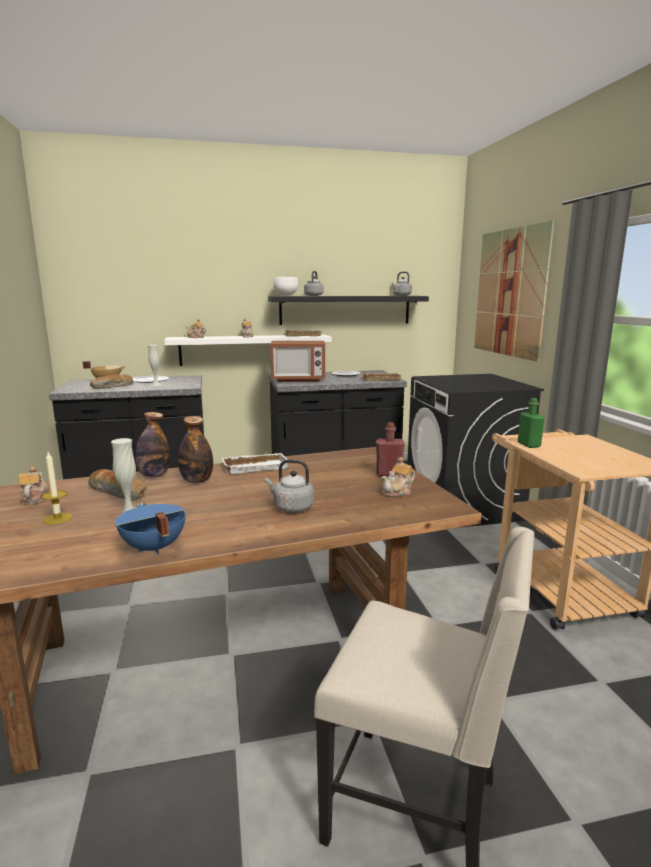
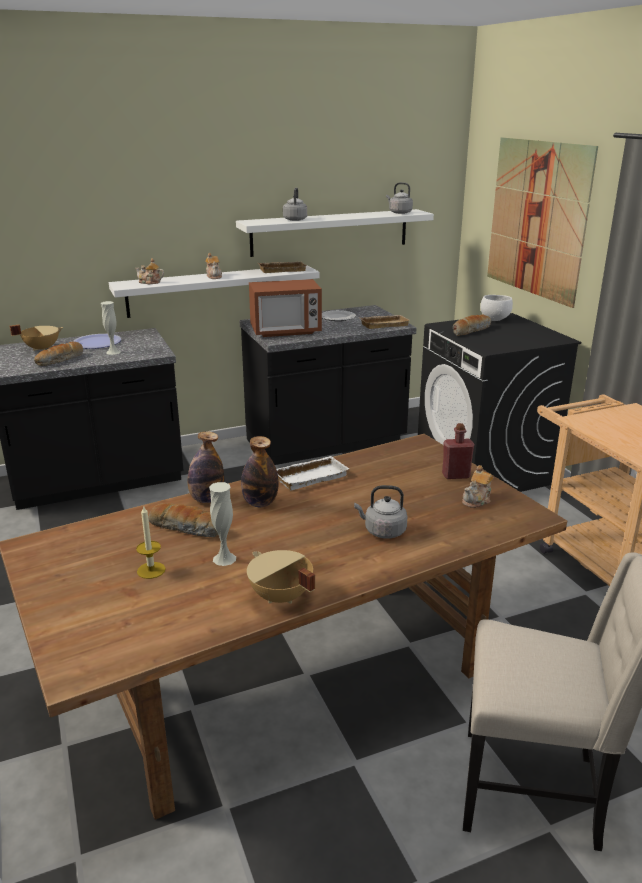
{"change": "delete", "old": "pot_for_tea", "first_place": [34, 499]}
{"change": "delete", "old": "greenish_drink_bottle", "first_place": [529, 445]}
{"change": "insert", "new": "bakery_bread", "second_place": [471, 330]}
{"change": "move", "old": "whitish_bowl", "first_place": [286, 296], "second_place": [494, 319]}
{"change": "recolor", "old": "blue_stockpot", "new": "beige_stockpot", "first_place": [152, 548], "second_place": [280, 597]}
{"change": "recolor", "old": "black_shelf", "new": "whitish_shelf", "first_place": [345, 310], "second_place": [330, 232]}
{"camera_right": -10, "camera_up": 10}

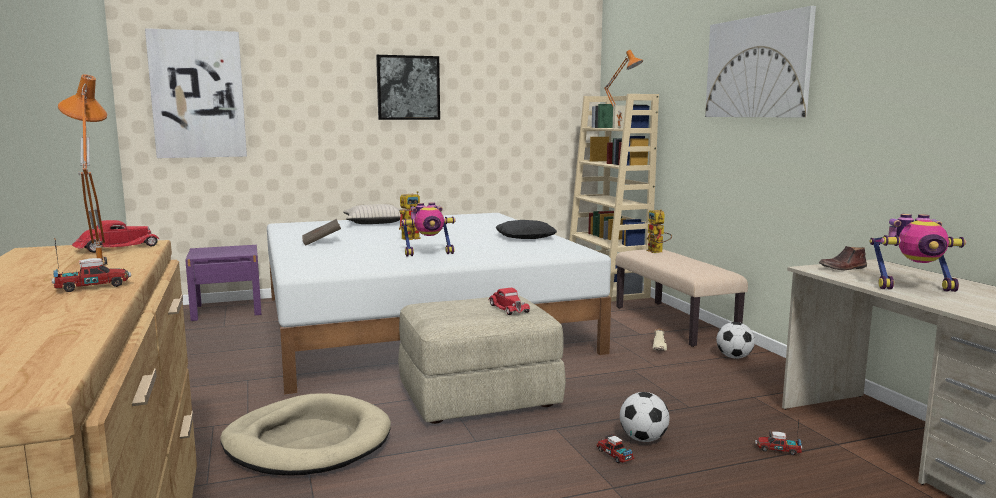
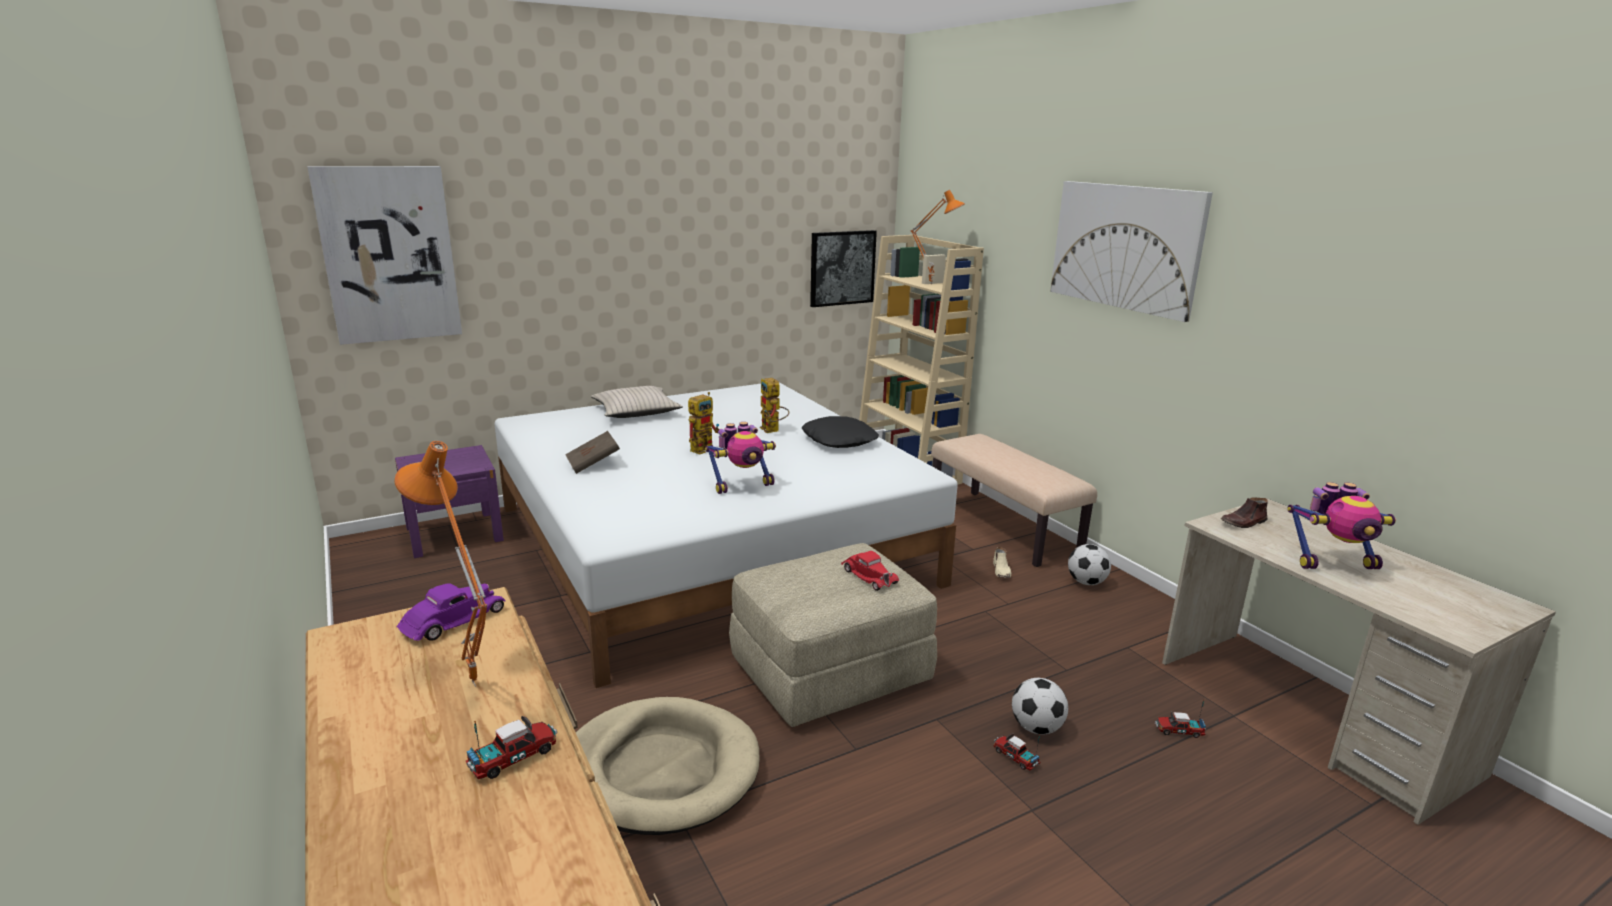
{"change": "move", "old": "wall_picture", "first_place": [408, 88], "second_place": [842, 268]}
{"change": "move", "old": "toy_robot", "first_place": [657, 252], "second_place": [773, 430]}
{"change": "recolor", "old": "red_toy_car", "new": "purple_toy_car", "first_place": [116, 247], "second_place": [452, 620]}
{"camera_right": -10, "camera_up": 10}

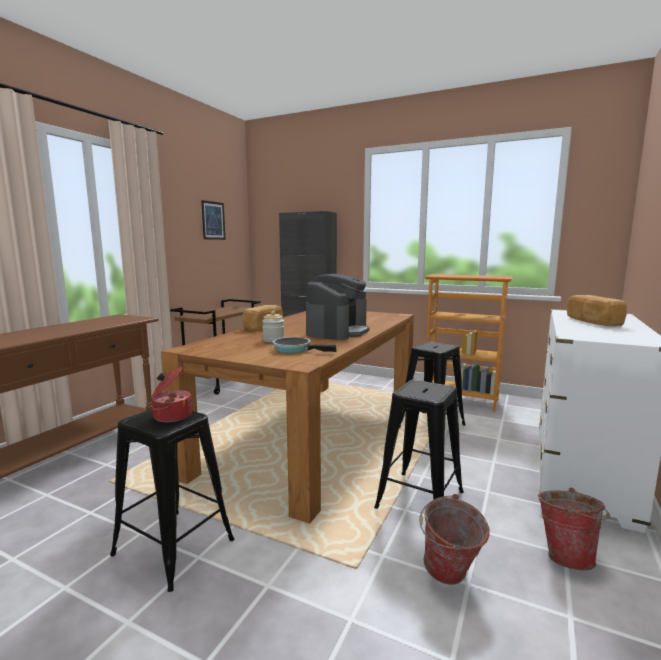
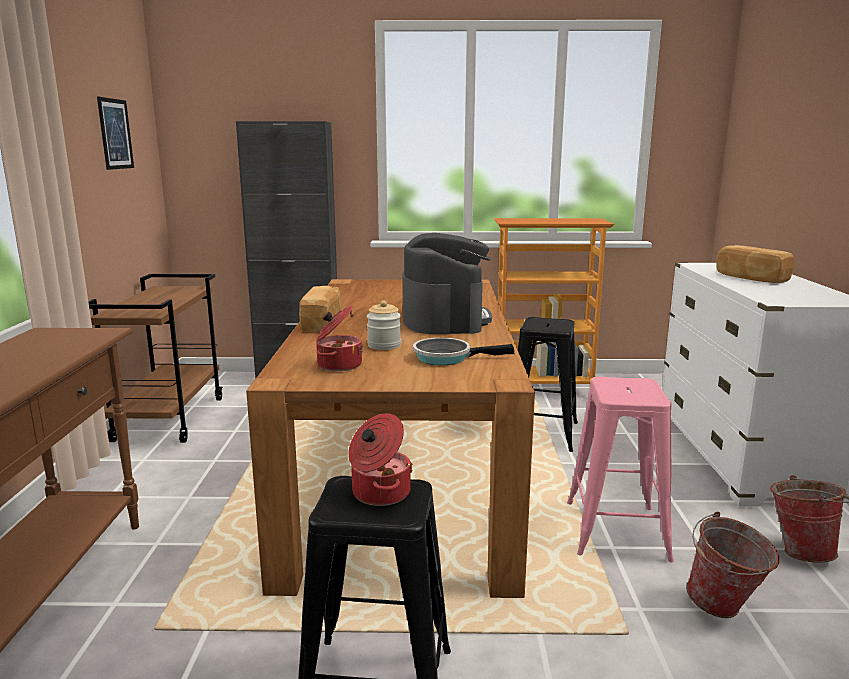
{"change": "insert", "new": "stockpot", "second_place": [338, 365]}
{"change": "recolor", "old": "black_stool", "new": "pink-coloured_stool", "first_place": [420, 500], "second_place": [616, 530]}
{"camera_right": -25, "camera_up": 5}

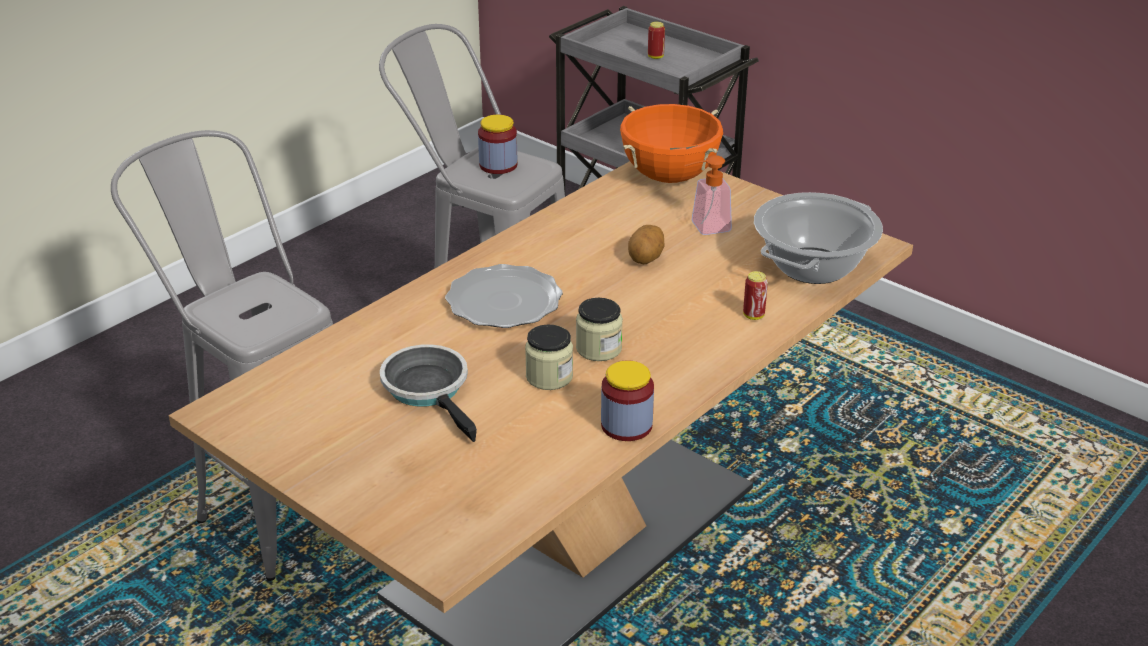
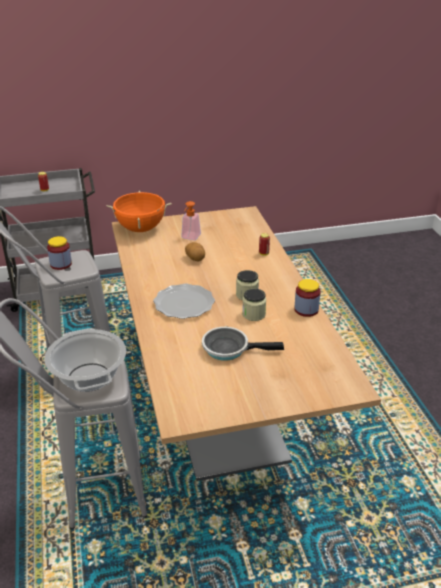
{"change": "move", "old": "stockpot", "first_place": [813, 266], "second_place": [88, 377]}
{"camera_right": -55, "camera_up": 0}

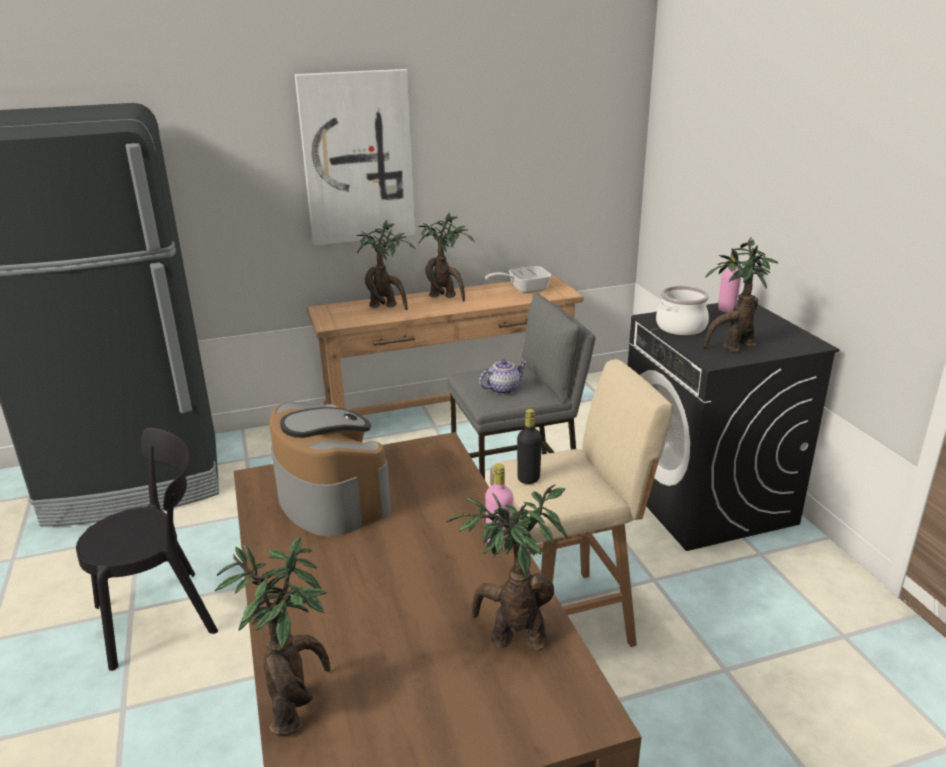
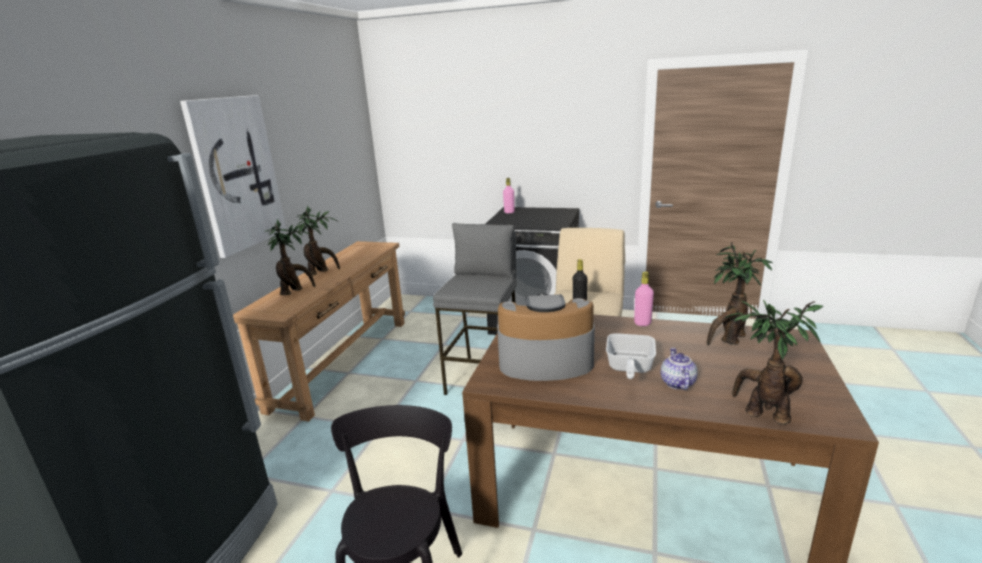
{"change": "delete", "old": "stockpot", "first_place": [680, 327]}
{"change": "delete", "old": "houseplant", "first_place": [733, 347]}
{"change": "move", "old": "pot_for_tea", "first_place": [503, 389], "second_place": [676, 383]}
{"change": "move", "old": "frying_pan", "first_place": [524, 289], "second_place": [628, 368]}
{"camera_right": -55, "camera_up": -5}

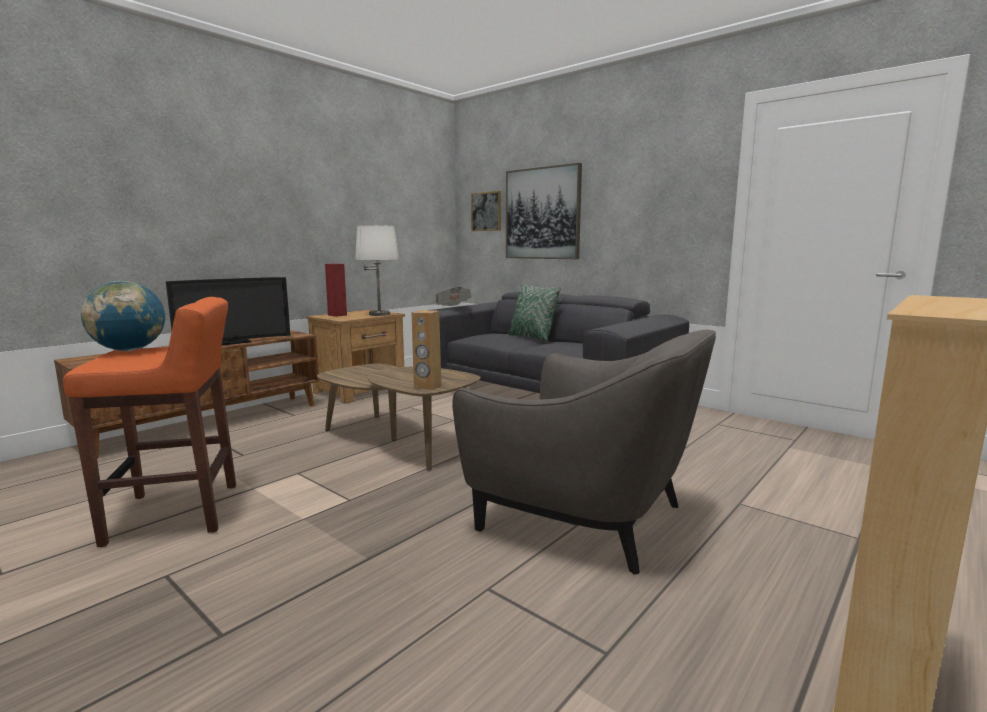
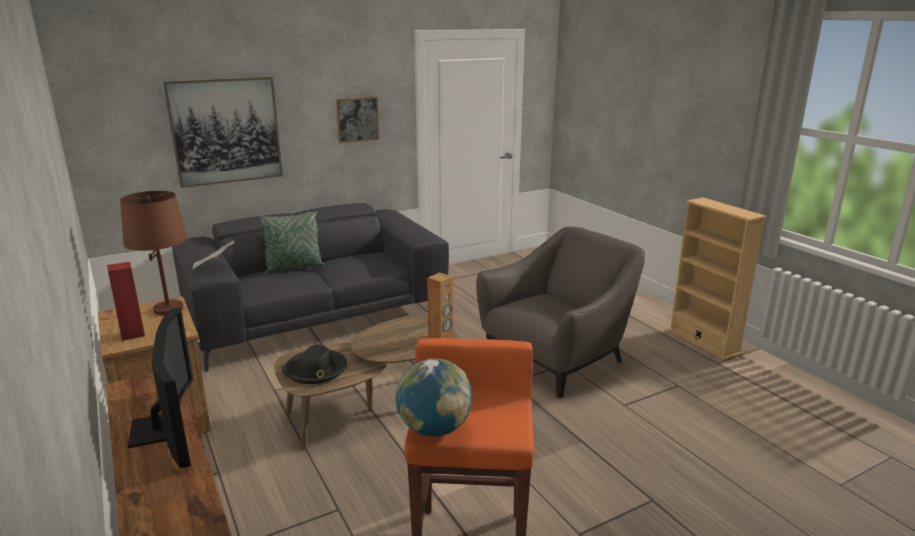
{"change": "insert", "new": "black_clothing_hat", "second_place": [316, 370]}
{"change": "move", "old": "wall_picture", "first_place": [486, 211], "second_place": [357, 119]}
{"change": "recolor", "old": "whitish_tabletop_lamp", "new": "brown-coloured_tabletop_lamp", "first_place": [379, 314], "second_place": [168, 309]}
{"camera_right": -70, "camera_up": 10}

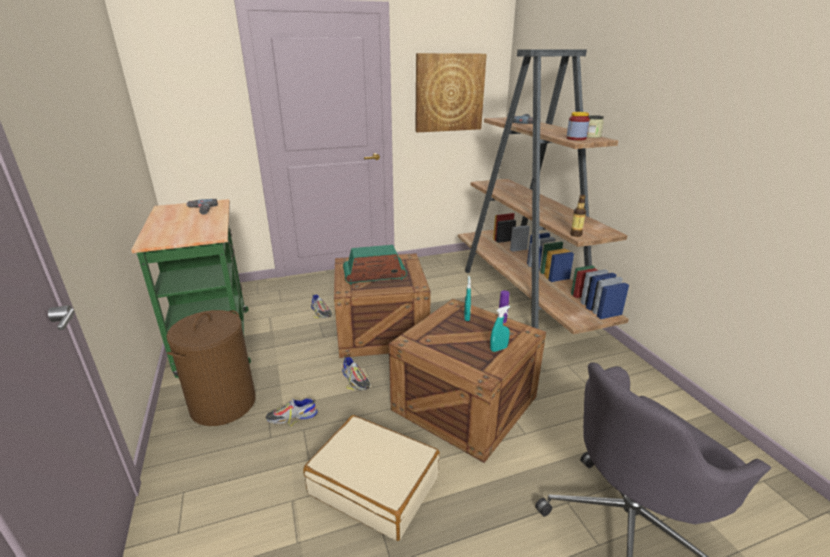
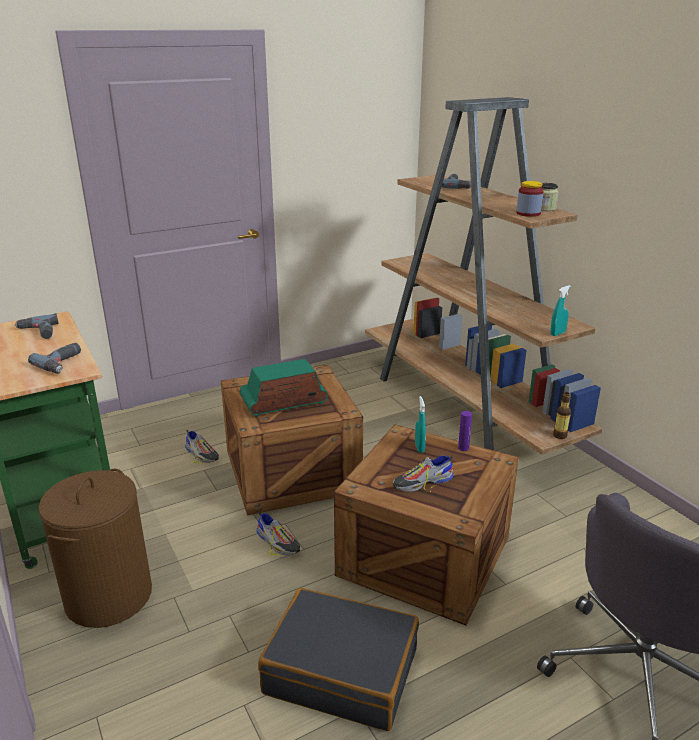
{"change": "delete", "old": "wall_picture", "first_place": [449, 93]}
{"change": "insert", "new": "drill", "second_place": [63, 363]}
{"change": "move", "old": "shoe", "first_place": [292, 417], "second_place": [422, 482]}
{"change": "move", "old": "turquoise_hand_sprayer", "first_place": [498, 349], "second_place": [557, 333]}
{"change": "move", "old": "drink_bottle", "first_place": [575, 234], "second_place": [559, 435]}
{"change": "recolor", "old": "beige_piece_of_luggage", "new": "black_piece_of_luggage", "first_place": [374, 485], "second_place": [341, 670]}
{"camera_right": -10, "camera_up": 0}

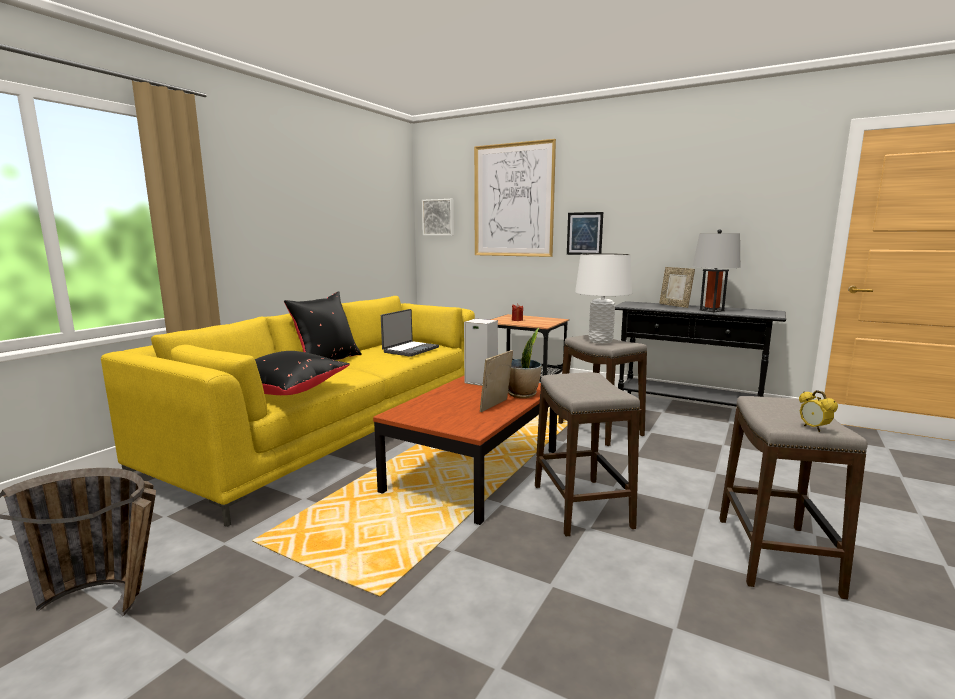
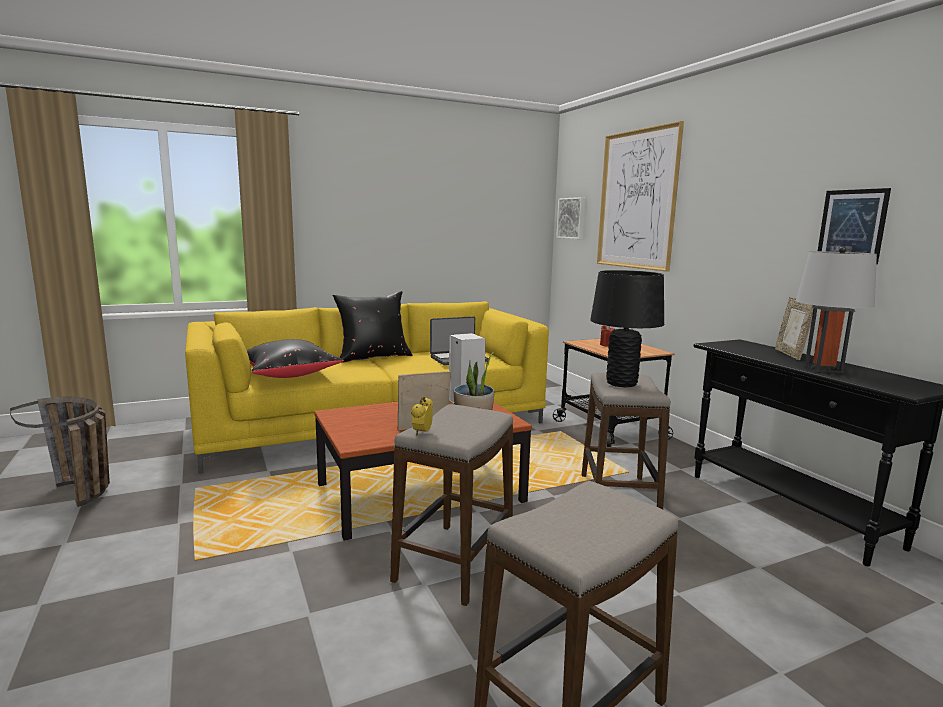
{"change": "move", "old": "wall_picture", "first_place": [584, 233], "second_place": [851, 226]}
{"change": "move", "old": "bedside_clock", "first_place": [814, 428], "second_place": [422, 433]}
{"change": "recolor", "old": "whitish_tabletop_lamp", "new": "black_tabletop_lamp", "first_place": [601, 341], "second_place": [621, 383]}
{"camera_right": 35, "camera_up": 0}

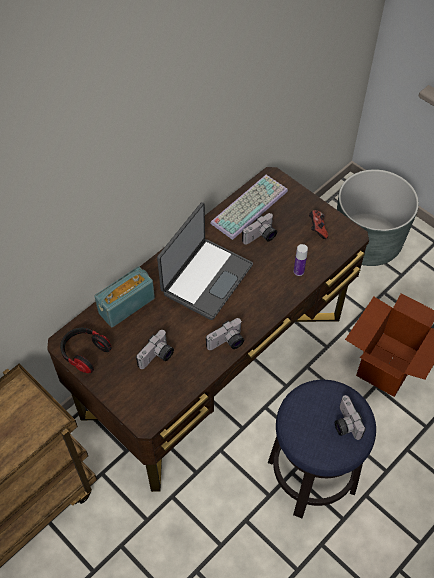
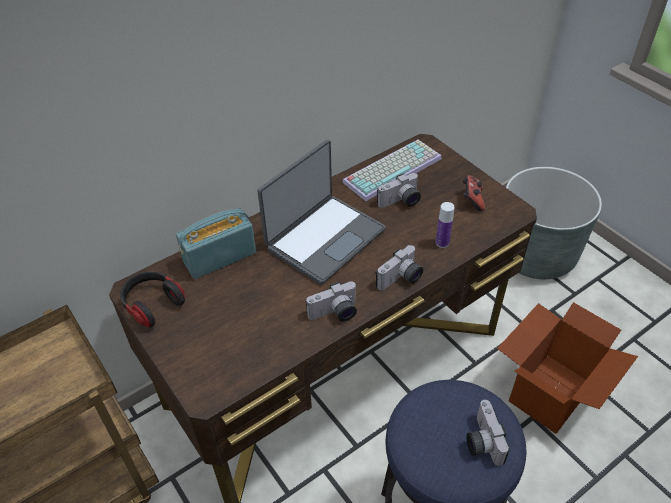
{"change": "move", "old": "photo_camera", "first_place": [157, 357], "second_place": [401, 279]}
{"camera_right": 10, "camera_up": -10}

